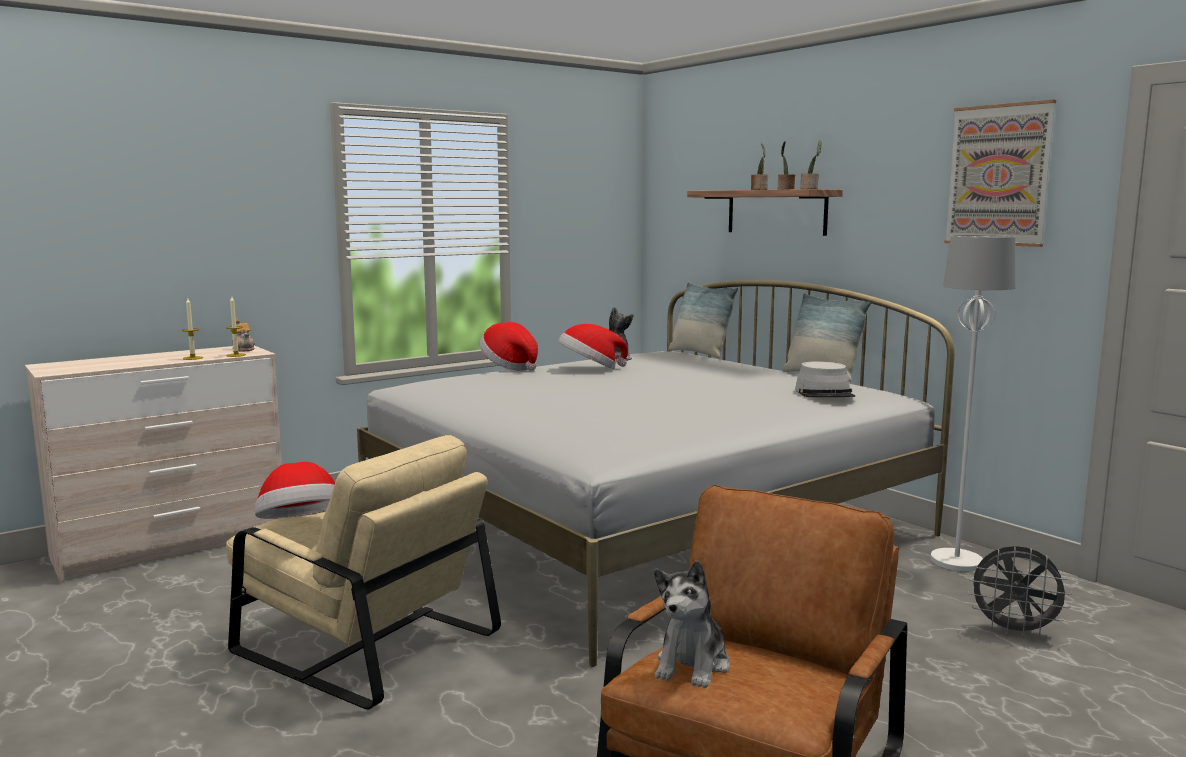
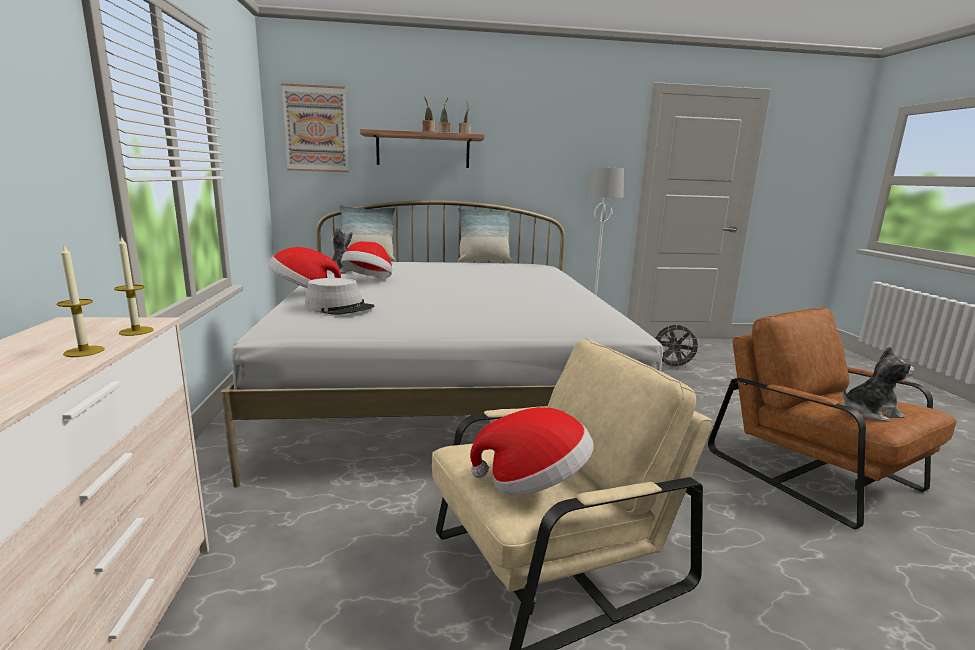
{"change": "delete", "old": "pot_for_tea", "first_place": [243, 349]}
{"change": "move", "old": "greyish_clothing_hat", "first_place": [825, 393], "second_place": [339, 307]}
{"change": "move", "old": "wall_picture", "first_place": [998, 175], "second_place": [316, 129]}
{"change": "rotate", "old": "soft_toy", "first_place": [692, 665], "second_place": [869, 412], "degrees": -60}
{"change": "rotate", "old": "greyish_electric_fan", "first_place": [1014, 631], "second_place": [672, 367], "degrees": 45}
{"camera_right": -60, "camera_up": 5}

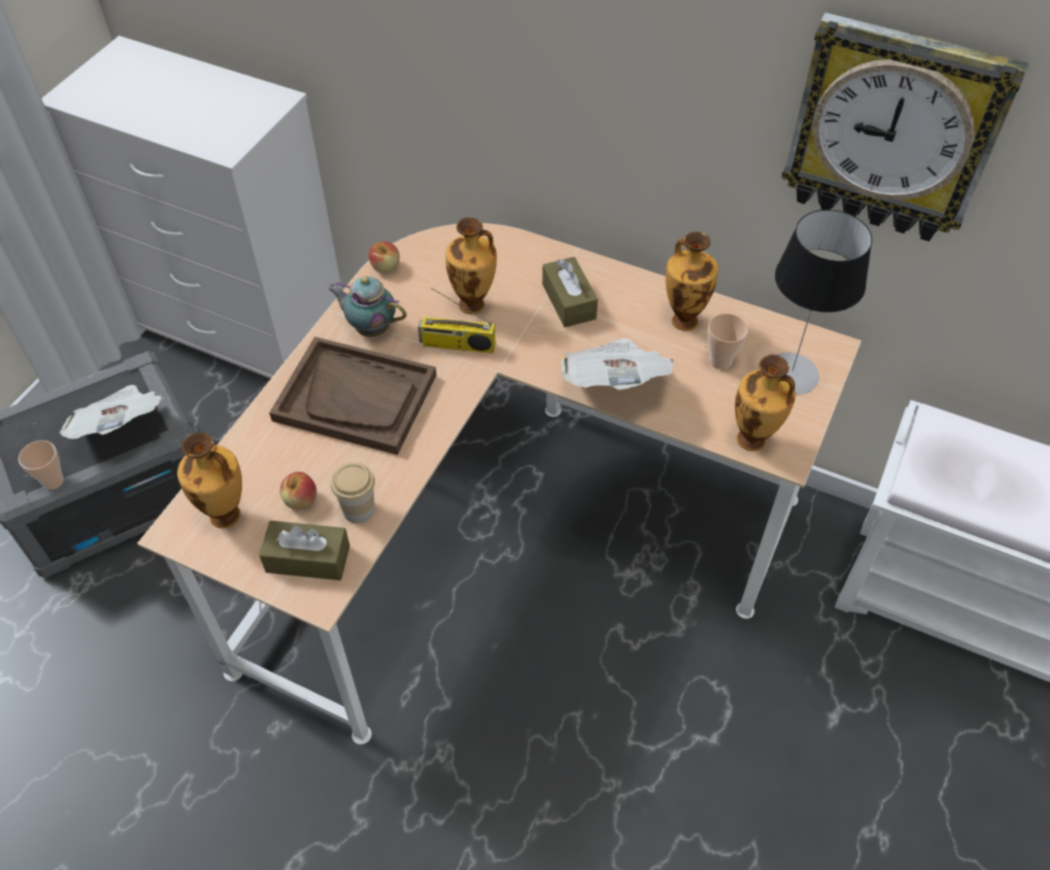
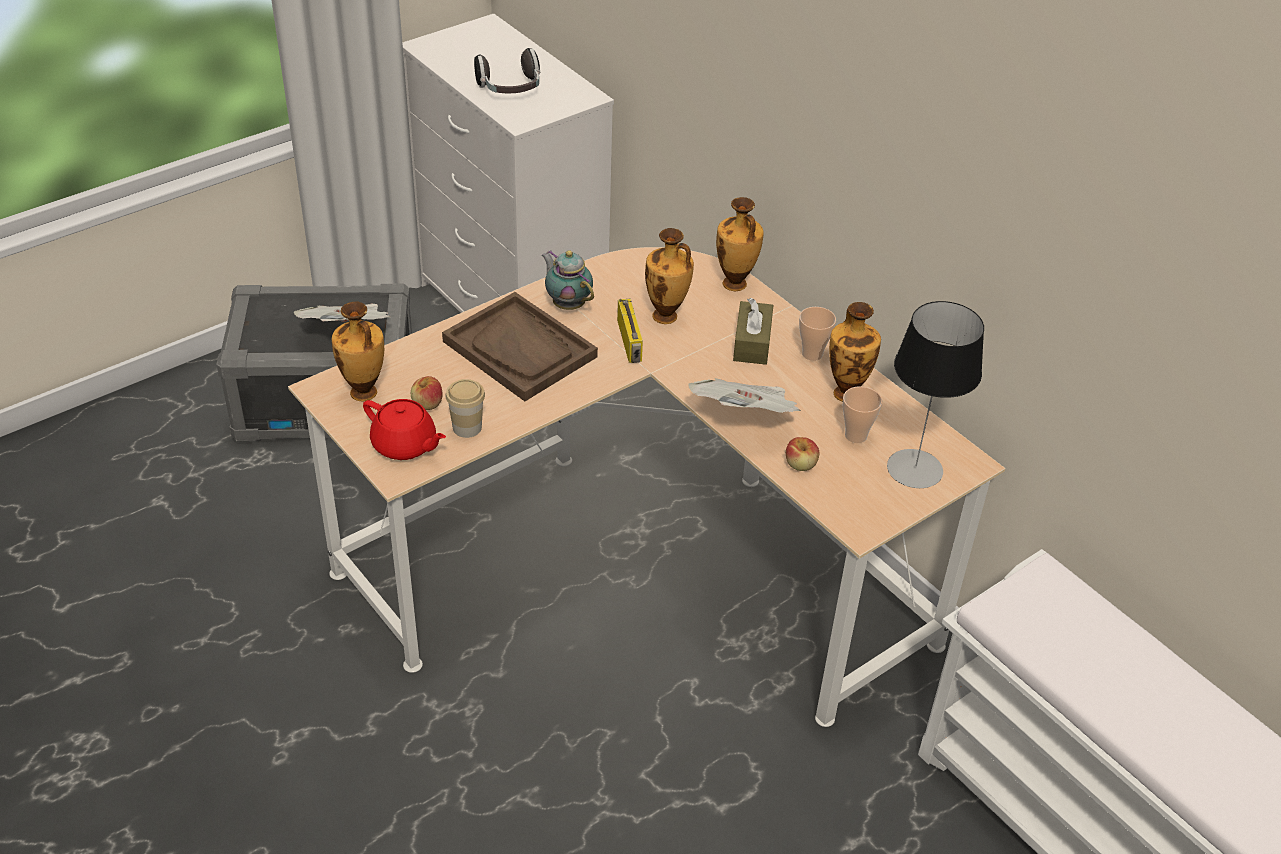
{"change": "delete", "old": "wall_clock", "first_place": [893, 131]}
{"change": "insert", "new": "headphones", "second_place": [510, 89]}
{"change": "move", "old": "small_cup", "first_place": [53, 481], "second_place": [812, 354]}
{"change": "move", "old": "apple_fruit", "first_place": [385, 267], "second_place": [800, 464]}
{"change": "move", "old": "decorative_vase", "first_place": [752, 441], "second_place": [735, 285]}
{"change": "replace", "old": "brown-coloured_tissue_holder", "new": "red_pot_for_tea", "first_place": [308, 559], "second_place": [405, 445]}
{"change": "rotate", "old": "radio_receiver", "first_place": [457, 345], "second_place": [630, 341], "degrees": -135}
{"camera_right": 25, "camera_up": -10}

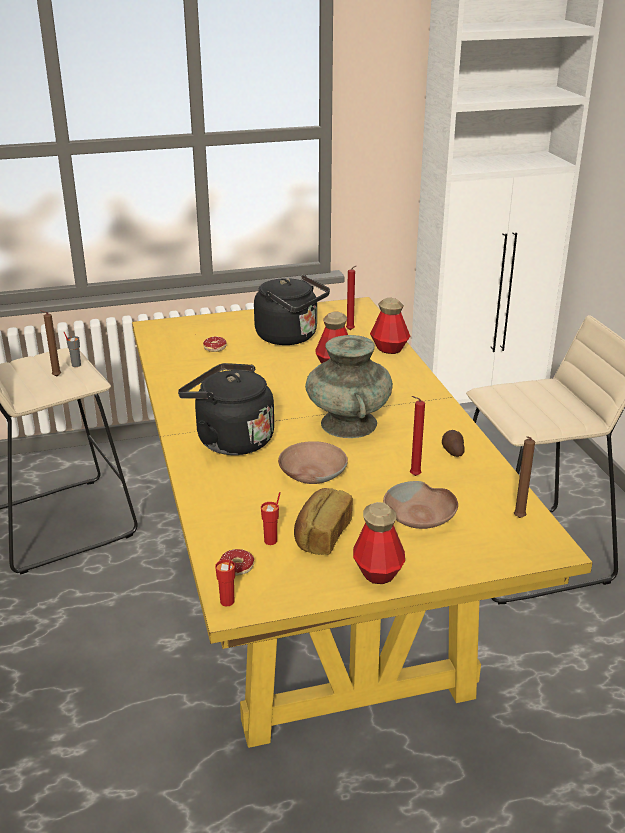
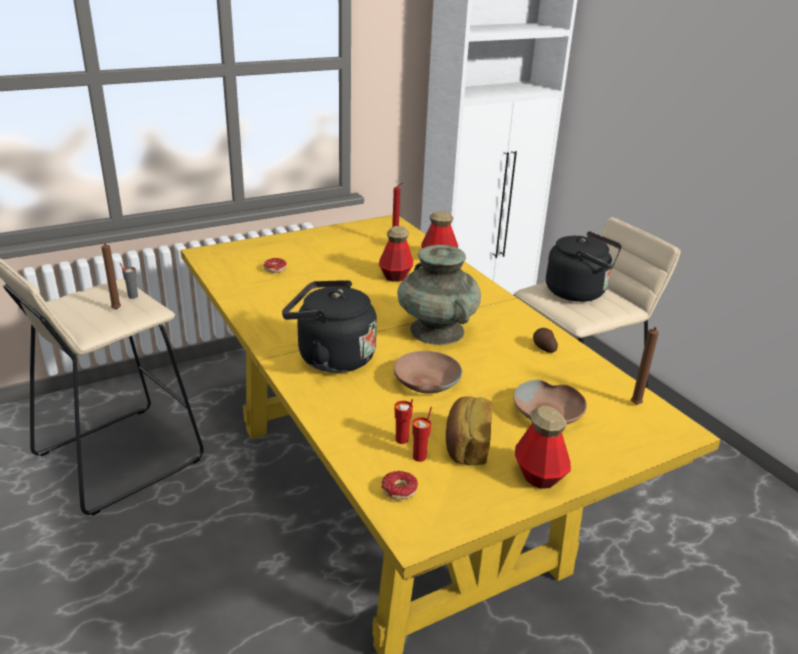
{"change": "delete", "old": "red_wax_light", "first_place": [413, 476]}
{"change": "move", "old": "red_small_cup", "first_place": [227, 602], "second_place": [402, 440]}
{"change": "move", "old": "black_tea_kettle", "first_place": [290, 337], "second_place": [579, 292]}
{"camera_right": -15, "camera_up": 0}

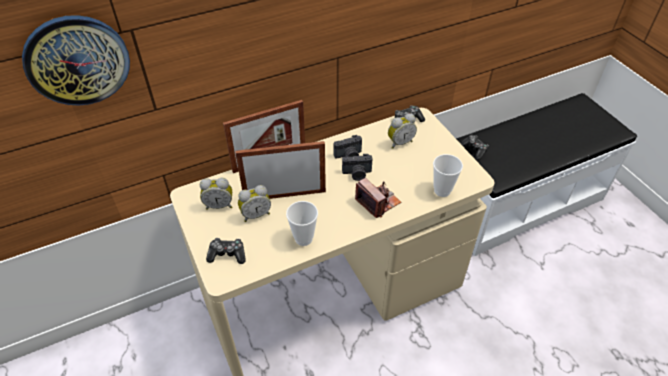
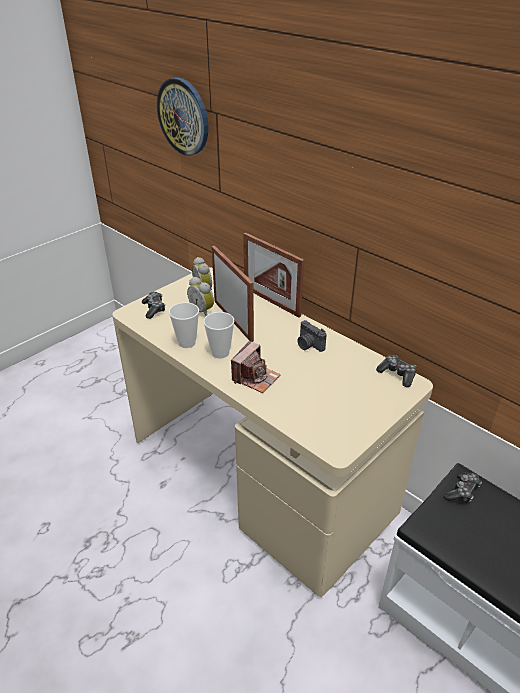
{"change": "delete", "old": "photo_camera", "first_place": [357, 174]}
{"change": "delete", "old": "bedside_clock", "first_place": [399, 142]}
{"change": "move", "old": "small_cup", "first_place": [442, 190], "second_place": [220, 353]}
{"camera_right": 70, "camera_up": -10}

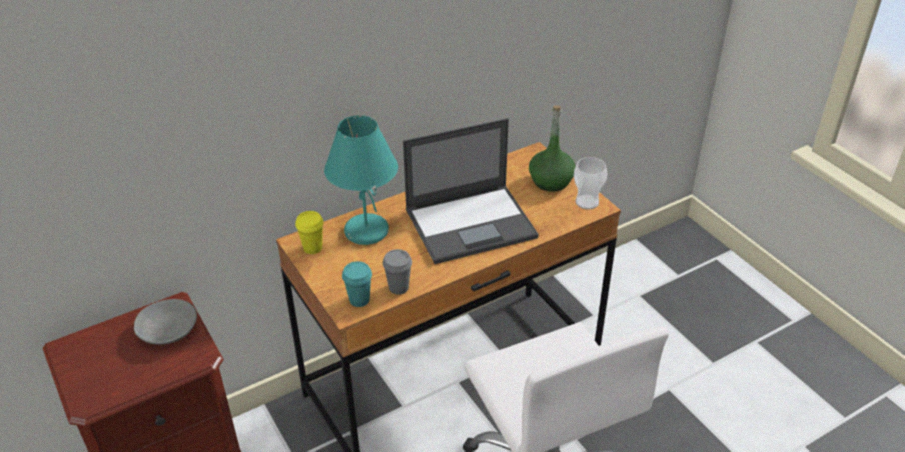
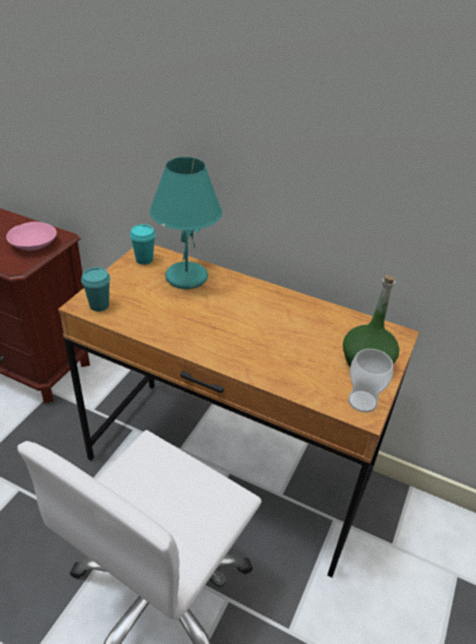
{"change": "delete", "old": "greyish_small_cup", "first_place": [398, 287]}
{"change": "delete", "old": "laptop", "first_place": [472, 223]}
{"change": "recolor", "old": "greyish_bowl", "new": "pink-coloured_bowl", "first_place": [167, 331], "second_place": [33, 244]}
{"change": "recolor", "old": "yellowish_small_cup", "new": "turquoise_small_cup", "first_place": [312, 248], "second_place": [144, 260]}
{"camera_right": 55, "camera_up": 0}

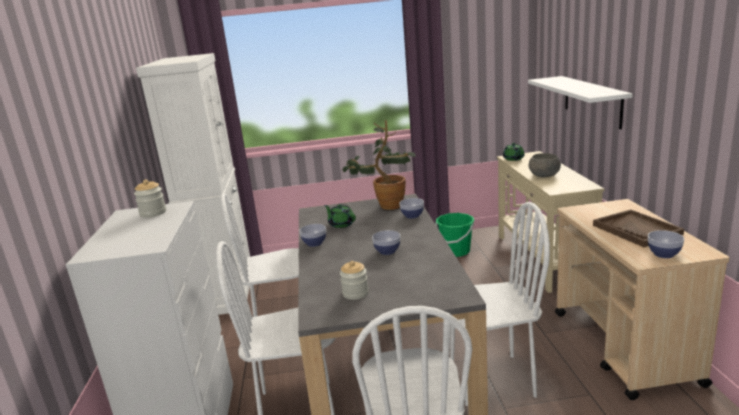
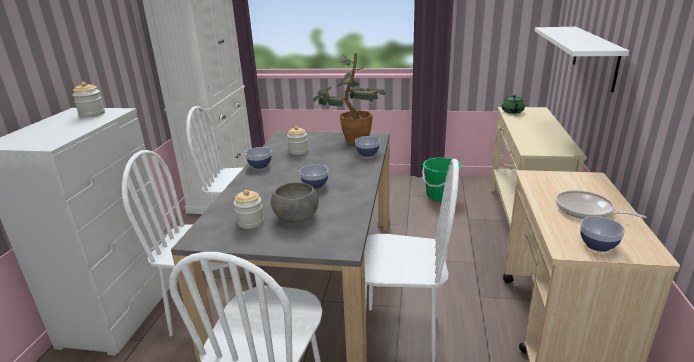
{"change": "move", "old": "greyish_bowl", "first_place": [544, 175], "second_place": [296, 217]}
{"change": "replace", "old": "greenish_pot_for_tea", "new": "preserve_jar", "first_place": [341, 224], "second_place": [298, 151]}
{"change": "replace", "old": "brown-coloured_carrying_tray", "new": "frying_pan", "first_place": [637, 230], "second_place": [586, 210]}
{"camera_right": 15, "camera_up": 5}

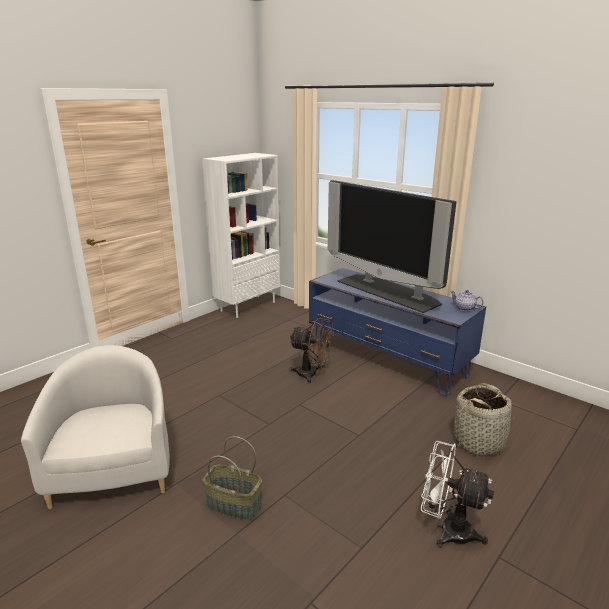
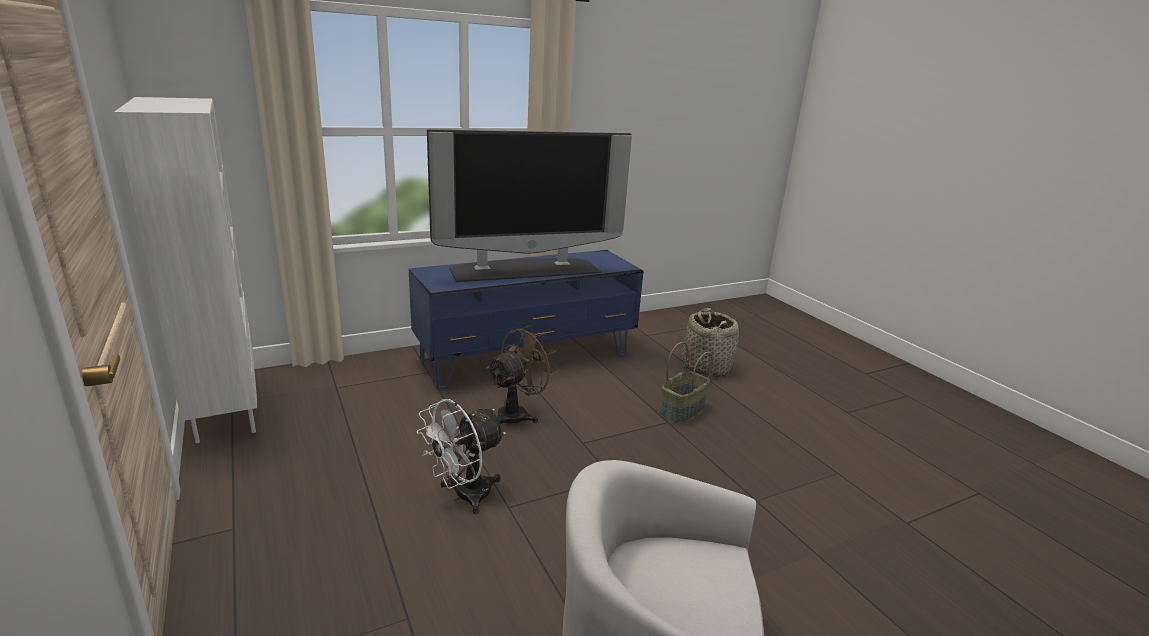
{"change": "delete", "old": "pot_for_tea", "first_place": [465, 308]}
{"change": "move", "old": "basket", "first_place": [233, 505], "second_place": [682, 411]}
{"change": "move", "old": "whitish_electric_fan", "first_place": [447, 529], "second_place": [464, 496]}
{"camera_right": -70, "camera_up": 0}

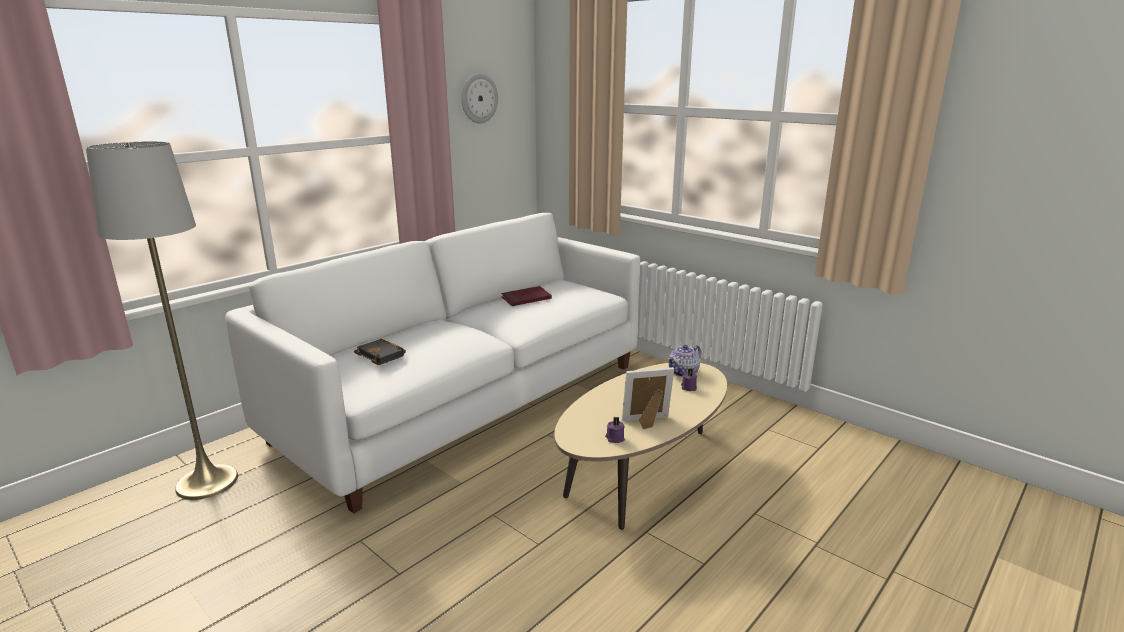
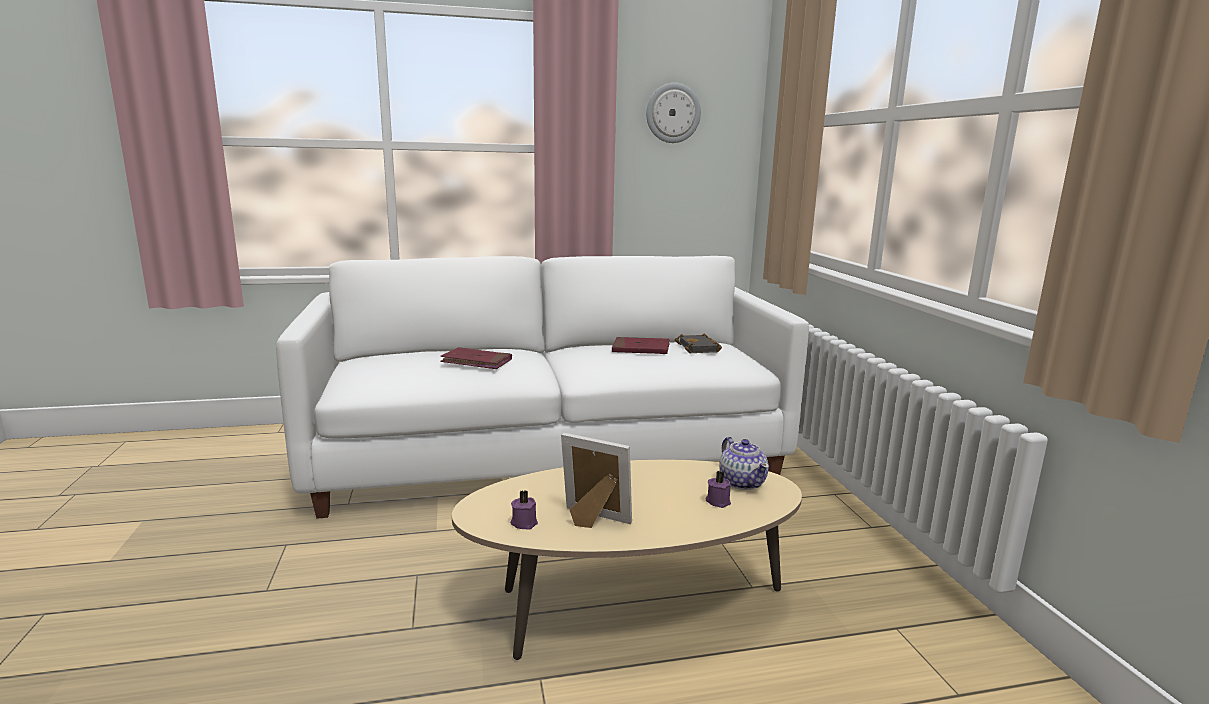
{"change": "delete", "old": "greyish_standard_lamp", "first_place": [207, 482]}
{"change": "insert", "new": "red_volume", "second_place": [476, 362]}
{"change": "move", "old": "black_volume", "first_place": [382, 355], "second_place": [699, 348]}
{"change": "rotate", "old": "pot_for_tea", "first_place": [683, 372], "second_place": [742, 482], "degrees": -105}
{"camera_right": 35, "camera_up": -5}

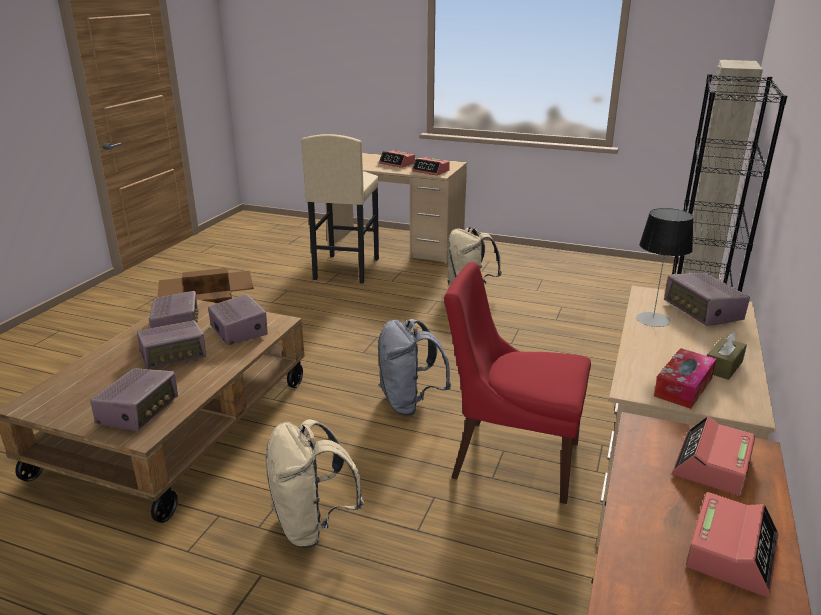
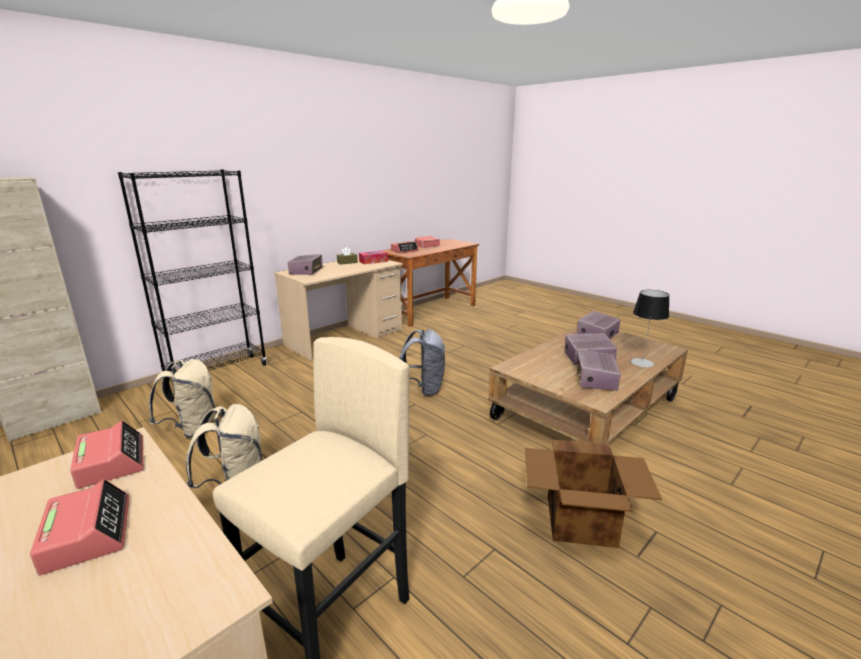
{"change": "delete", "old": "radio_receiver", "first_place": [239, 331]}
{"change": "delete", "old": "red_chair", "first_place": [511, 458]}
{"change": "move", "old": "beige_backpack", "first_place": [312, 525], "second_place": [192, 428]}
{"change": "move", "old": "tabletop_lamp", "first_place": [653, 319], "second_place": [642, 363]}
{"camera_right": -155, "camera_up": -5}

